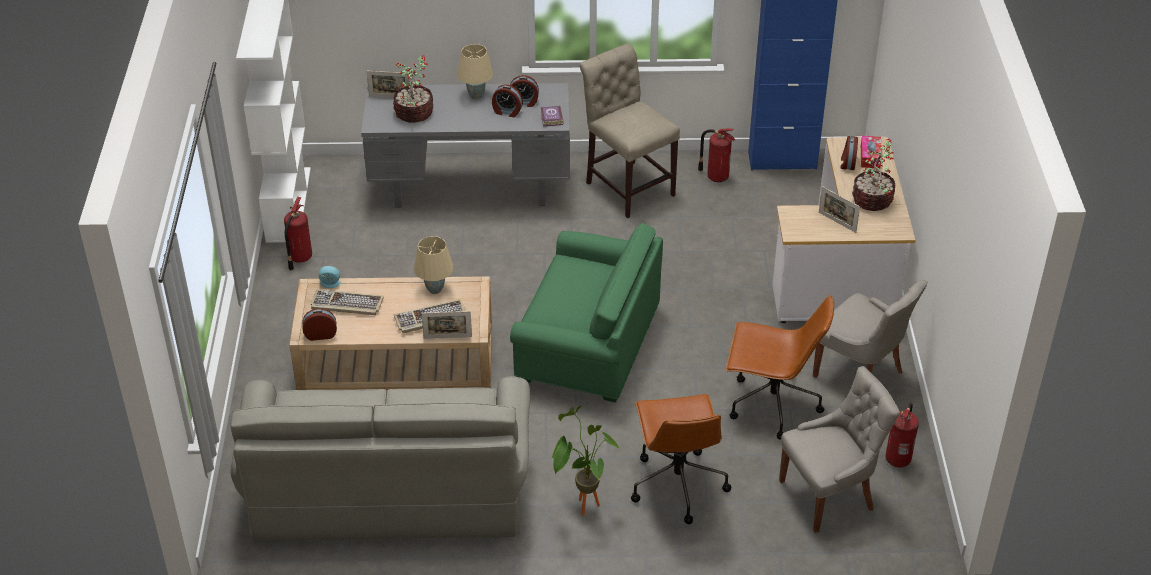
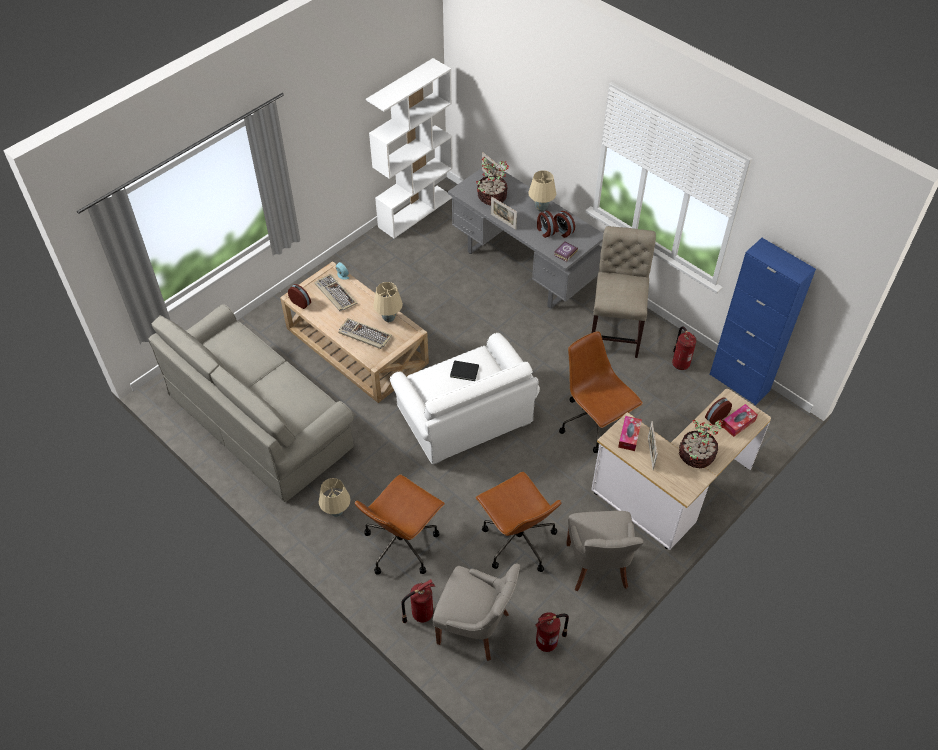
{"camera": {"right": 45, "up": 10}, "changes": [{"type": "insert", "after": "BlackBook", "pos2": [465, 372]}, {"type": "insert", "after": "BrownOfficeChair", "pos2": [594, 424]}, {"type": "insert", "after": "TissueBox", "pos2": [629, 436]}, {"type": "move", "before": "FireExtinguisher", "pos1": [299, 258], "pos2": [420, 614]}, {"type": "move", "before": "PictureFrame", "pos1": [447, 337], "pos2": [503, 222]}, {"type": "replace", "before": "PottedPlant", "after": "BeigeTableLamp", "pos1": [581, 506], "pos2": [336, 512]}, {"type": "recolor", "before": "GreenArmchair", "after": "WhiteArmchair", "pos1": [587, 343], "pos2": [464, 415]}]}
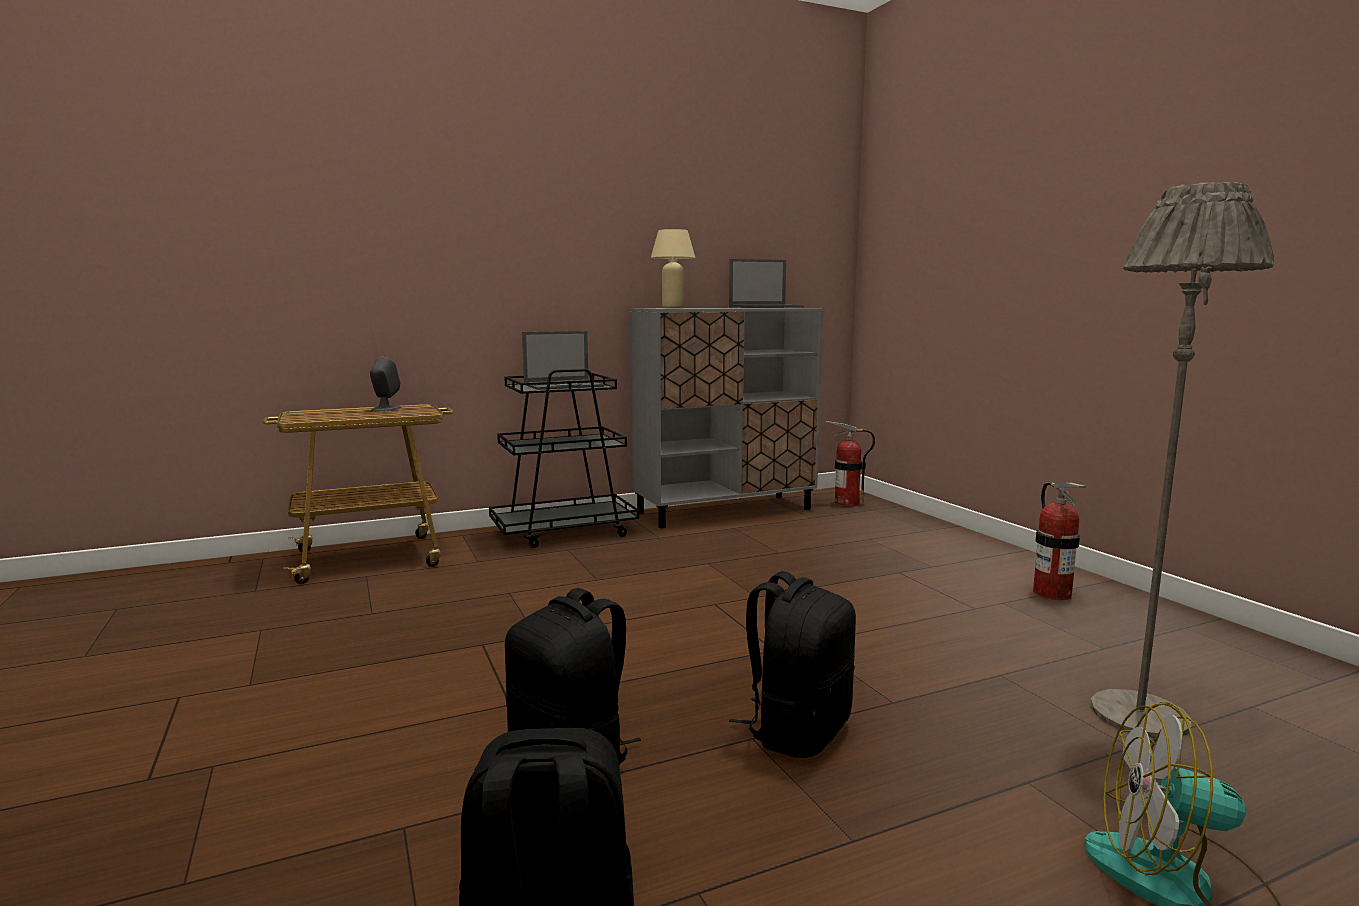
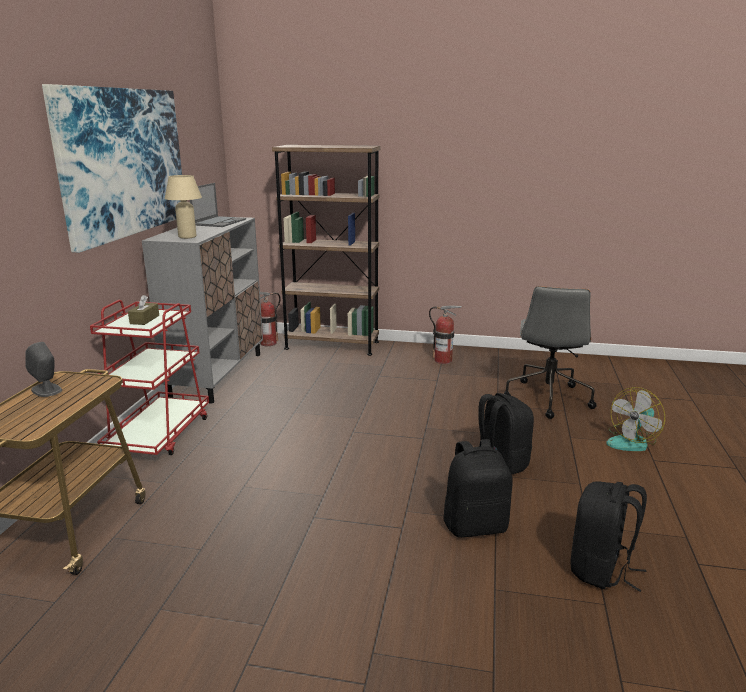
{"camera": {"right": -55, "up": 10}, "changes": [{"type": "insert", "after": "Picture", "pos2": [124, 162]}, {"type": "insert", "after": "BrownBookcase", "pos2": [332, 345]}, {"type": "replace", "before": "Laptop", "after": "BrownTissueBox", "pos1": [564, 385], "pos2": [144, 319]}, {"type": "replace", "before": "GreyFloorLamp", "after": "GreyOfficeChair", "pos1": [1139, 715], "pos2": [547, 398]}, {"type": "recolor", "before": "BlackCart", "after": "RedCart", "pos1": [564, 532], "pos2": [159, 434]}]}
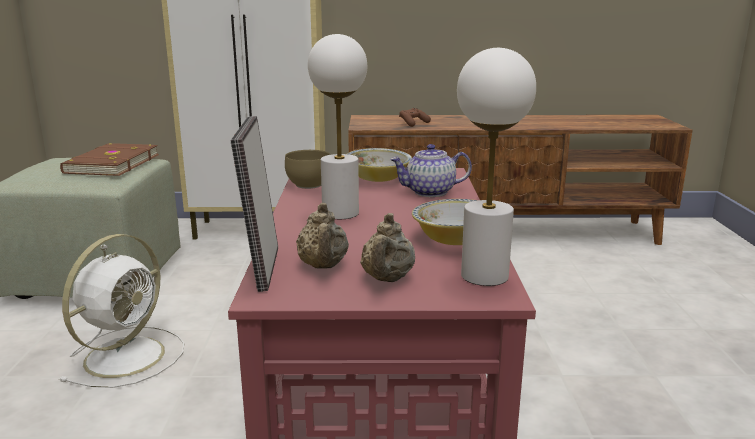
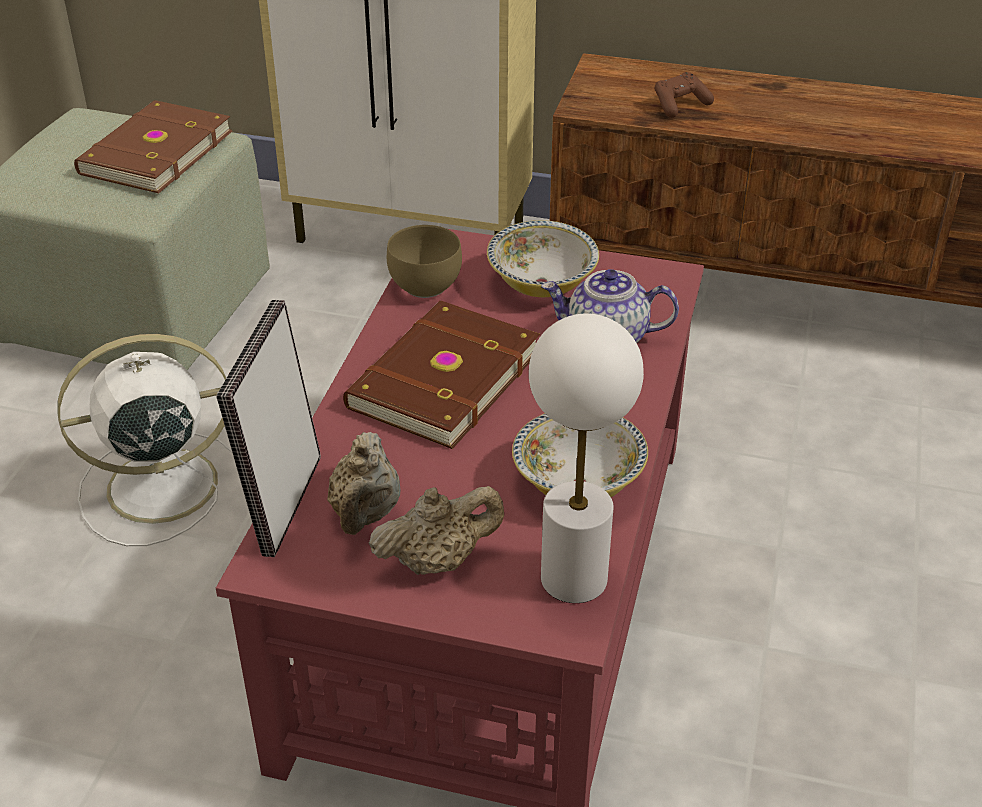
{"camera": {"right": 15, "up": 20}, "changes": [{"type": "replace", "before": "WhiteTableLamp", "after": "BrownBook", "pos1": [340, 213], "pos2": [440, 379]}, {"type": "rotate", "before": "WhiteFan", "pos1": [127, 355], "pos2": [157, 487], "turn": -150}, {"type": "rotate", "before": "BeigeTeapot", "pos1": [387, 279], "pos2": [438, 561], "turn": -135}]}
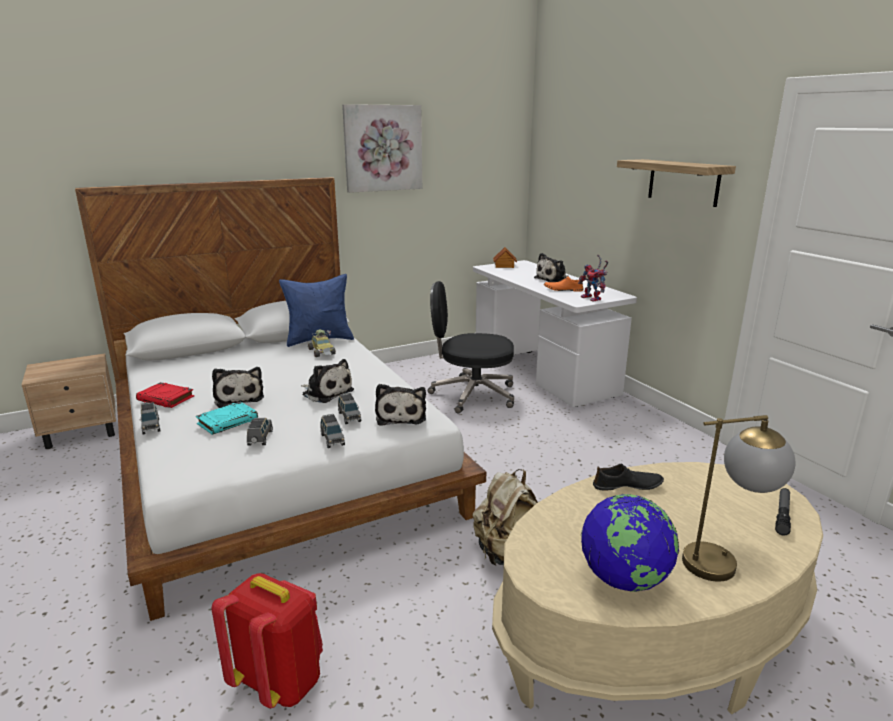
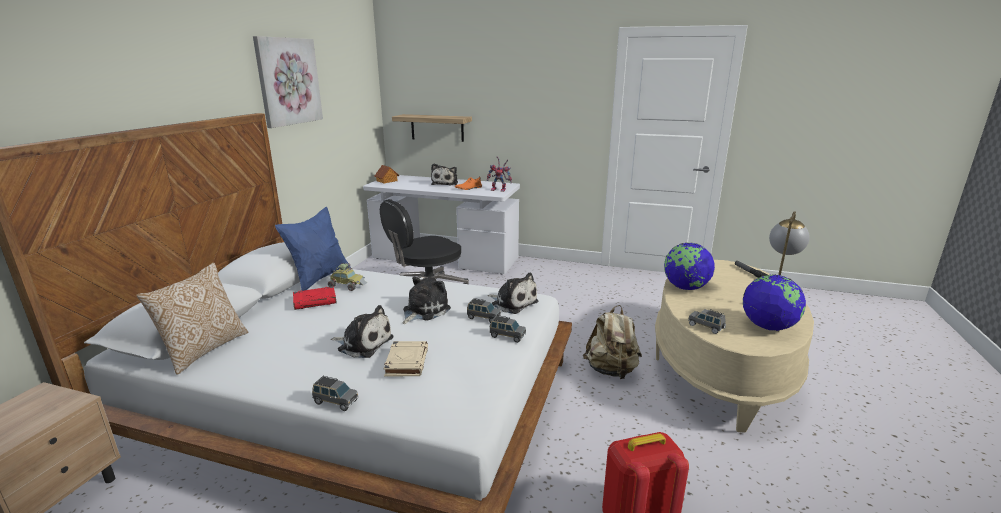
{"camera": {"right": -45, "up": 0}, "changes": [{"type": "insert", "after": "Pillow", "pos2": [204, 349]}, {"type": "move", "before": "RedBook", "pos1": [166, 399], "pos2": [315, 301]}, {"type": "move", "before": "GreyToyCar", "pos1": [260, 438], "pos2": [706, 327]}, {"type": "move", "before": "Shelf", "pos1": [683, 182], "pos2": [437, 128]}, {"type": "replace", "before": "BlackShoe", "after": "Globe", "pos1": [627, 486], "pos2": [685, 288]}, {"type": "recolor", "before": "TurquoiseBook", "after": "BeigeBook", "pos1": [228, 421], "pos2": [406, 362]}, {"type": "rotate", "before": "PlushToy", "pos1": [326, 392], "pos2": [424, 311], "turn": -45}]}
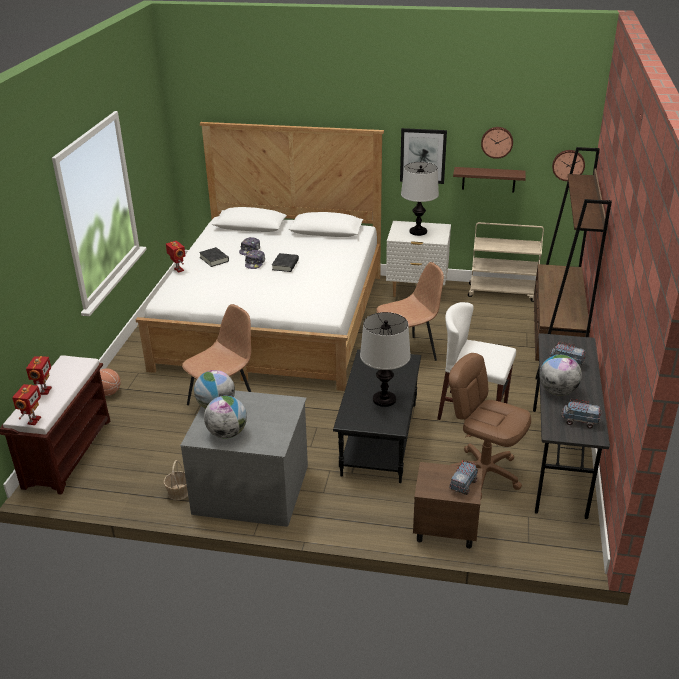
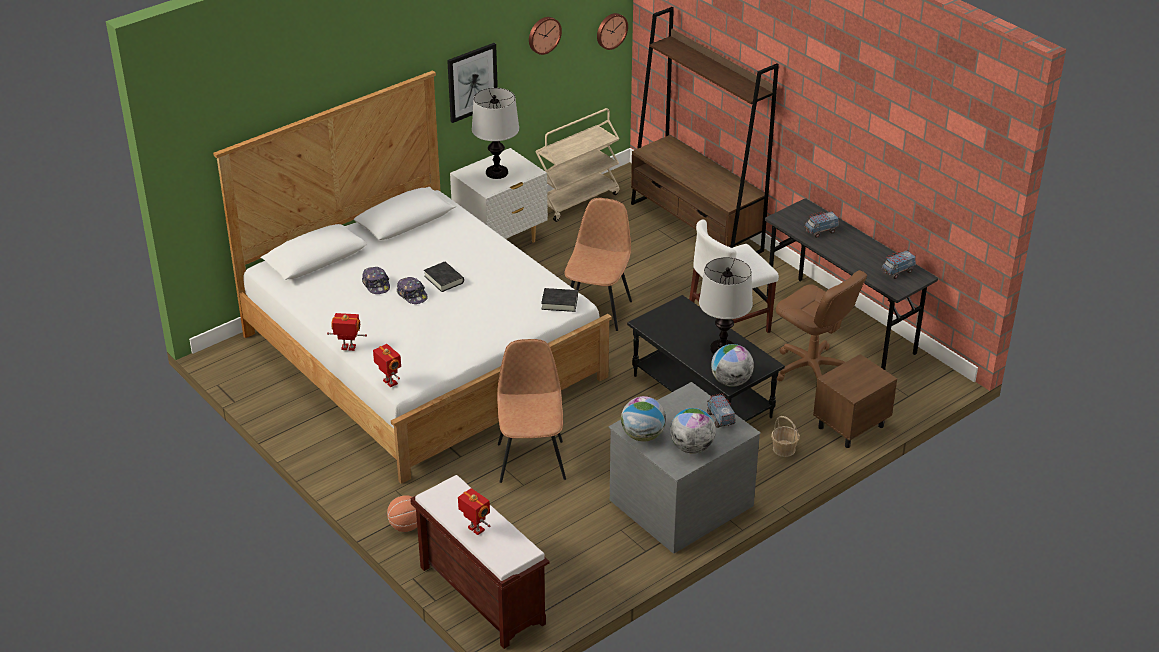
{"camera": {"right": -50, "up": 5}, "changes": [{"type": "delete", "before": "BrownShelf", "pos1": [488, 179]}, {"type": "move", "before": "ToyRobot", "pos1": [33, 420], "pos2": [389, 382]}, {"type": "move", "before": "Basket", "pos1": [178, 493], "pos2": [784, 449]}, {"type": "move", "before": "BlackBook", "pos1": [214, 259], "pos2": [559, 302]}, {"type": "move", "before": "ToyTruck", "pos1": [463, 485], "pos2": [720, 419]}, {"type": "move", "before": "Globe", "pos1": [557, 391], "pos2": [731, 381]}, {"type": "rotate", "before": "BrownOfficeChair", "pos1": [483, 473], "pos2": [811, 369], "turn": -120}]}
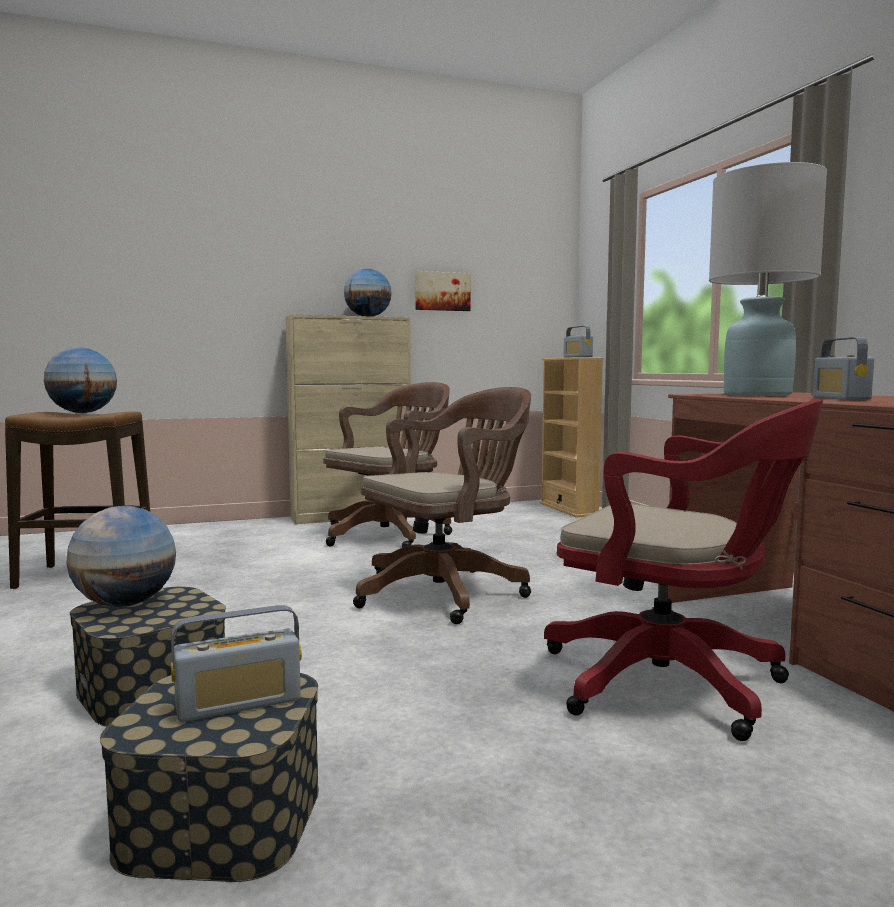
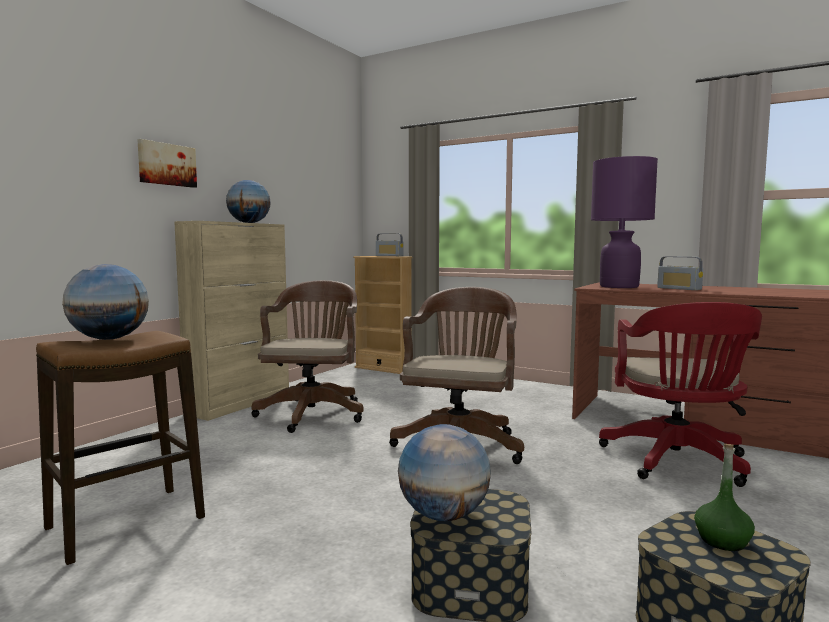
{"camera": {"right": -40, "up": 0}, "changes": [{"type": "move", "before": "Picture", "pos1": [442, 291], "pos2": [166, 164]}, {"type": "replace", "before": "Radio", "after": "GreenBottle", "pos1": [239, 704], "pos2": [722, 540]}, {"type": "recolor", "before": "WhiteTableLamp", "after": "PurpleTableLamp", "pos1": [757, 395], "pos2": [619, 287]}, {"type": "rotate", "before": "RedOfficeChair", "pos1": [674, 685], "pos2": [677, 462], "turn": 105}]}
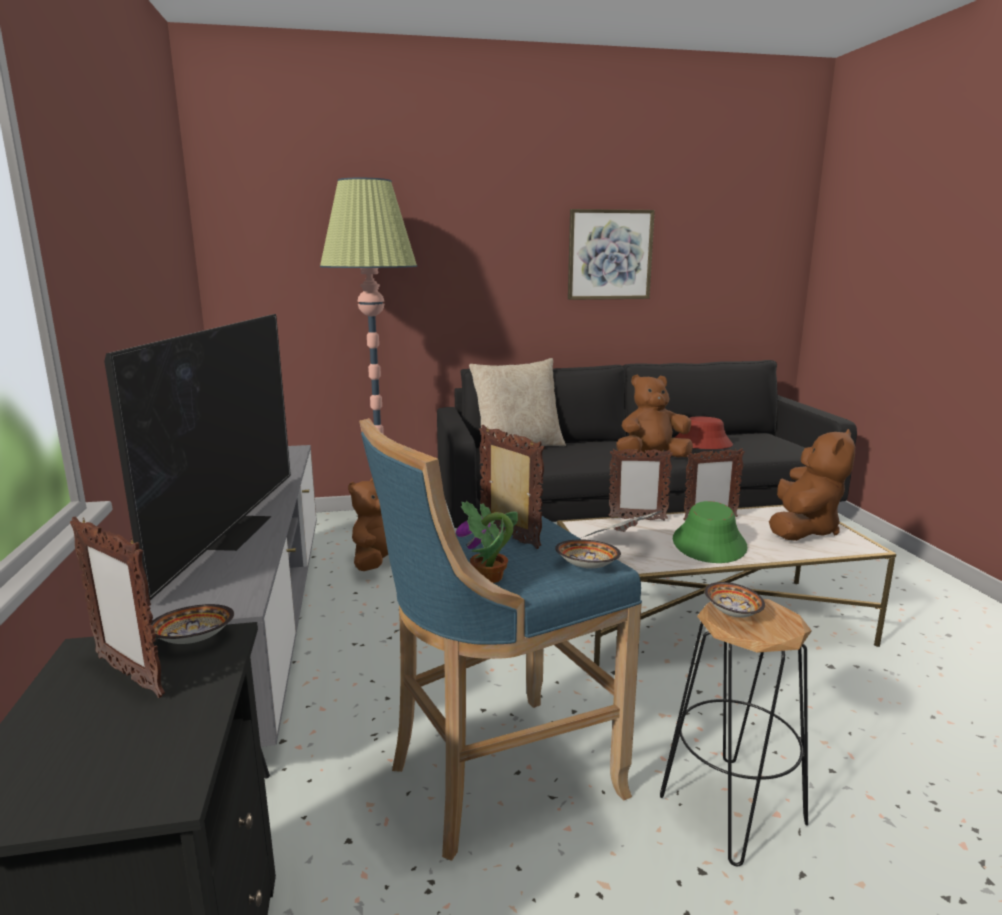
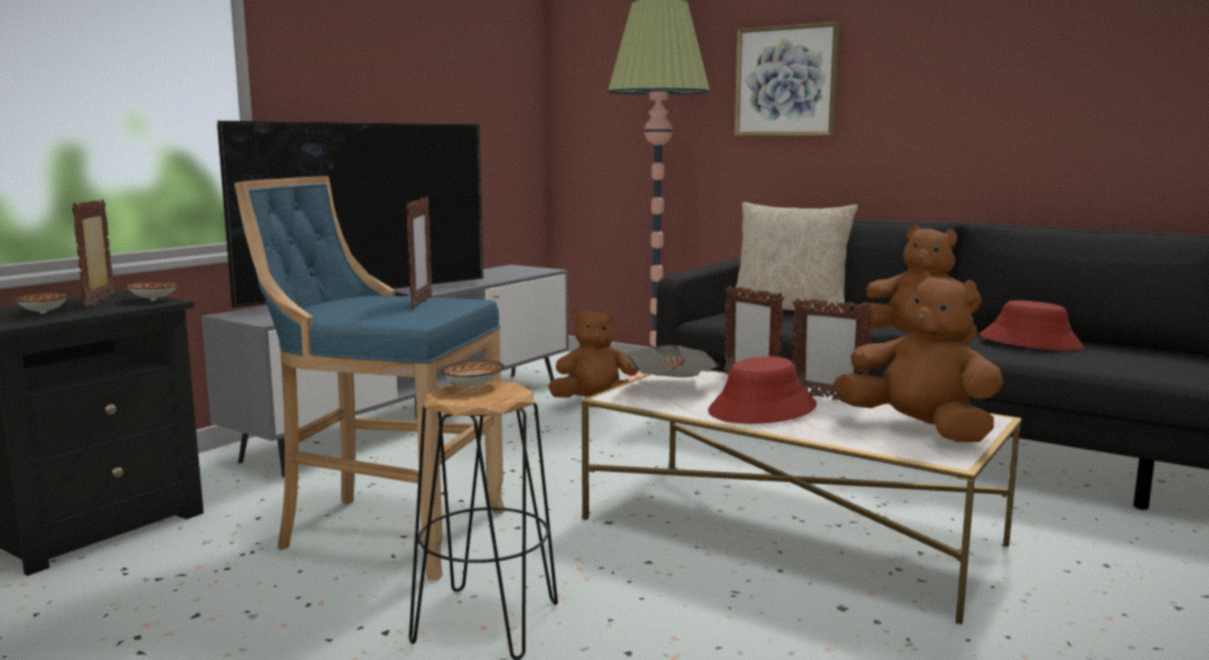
{"camera": {"right": 45, "up": -5}, "changes": [{"type": "delete", "before": "PottedPlant", "pos1": [489, 578]}, {"type": "move", "before": "Bowl", "pos1": [588, 567], "pos2": [42, 313]}, {"type": "move", "before": "Picture", "pos1": [609, 255], "pos2": [786, 81]}, {"type": "recolor", "before": "GreenHat", "after": "RedHat", "pos1": [709, 544], "pos2": [762, 409]}, {"type": "rotate", "before": "BrownPlushToy", "pos1": [802, 529], "pos2": [919, 429], "turn": -120}]}
